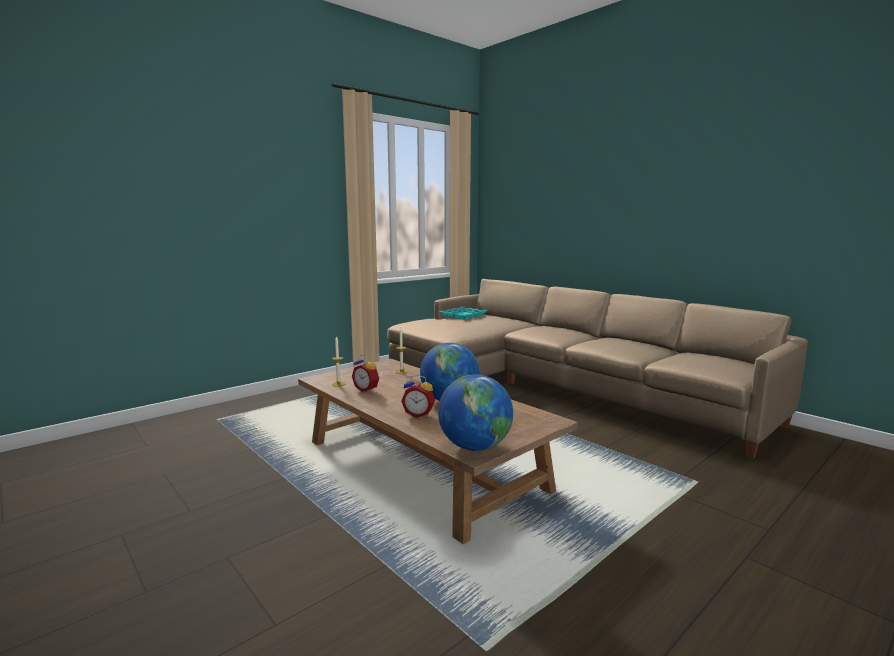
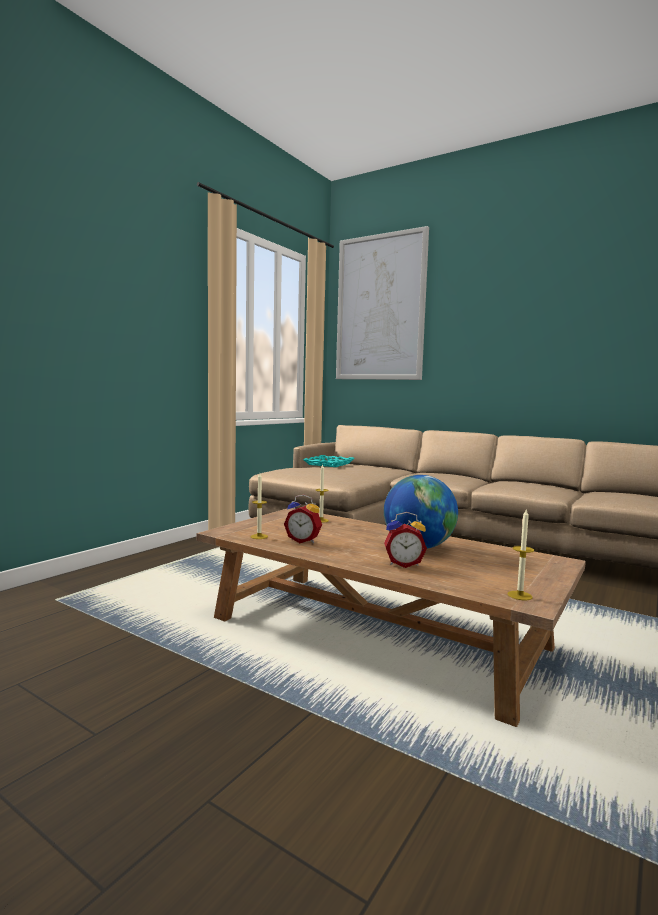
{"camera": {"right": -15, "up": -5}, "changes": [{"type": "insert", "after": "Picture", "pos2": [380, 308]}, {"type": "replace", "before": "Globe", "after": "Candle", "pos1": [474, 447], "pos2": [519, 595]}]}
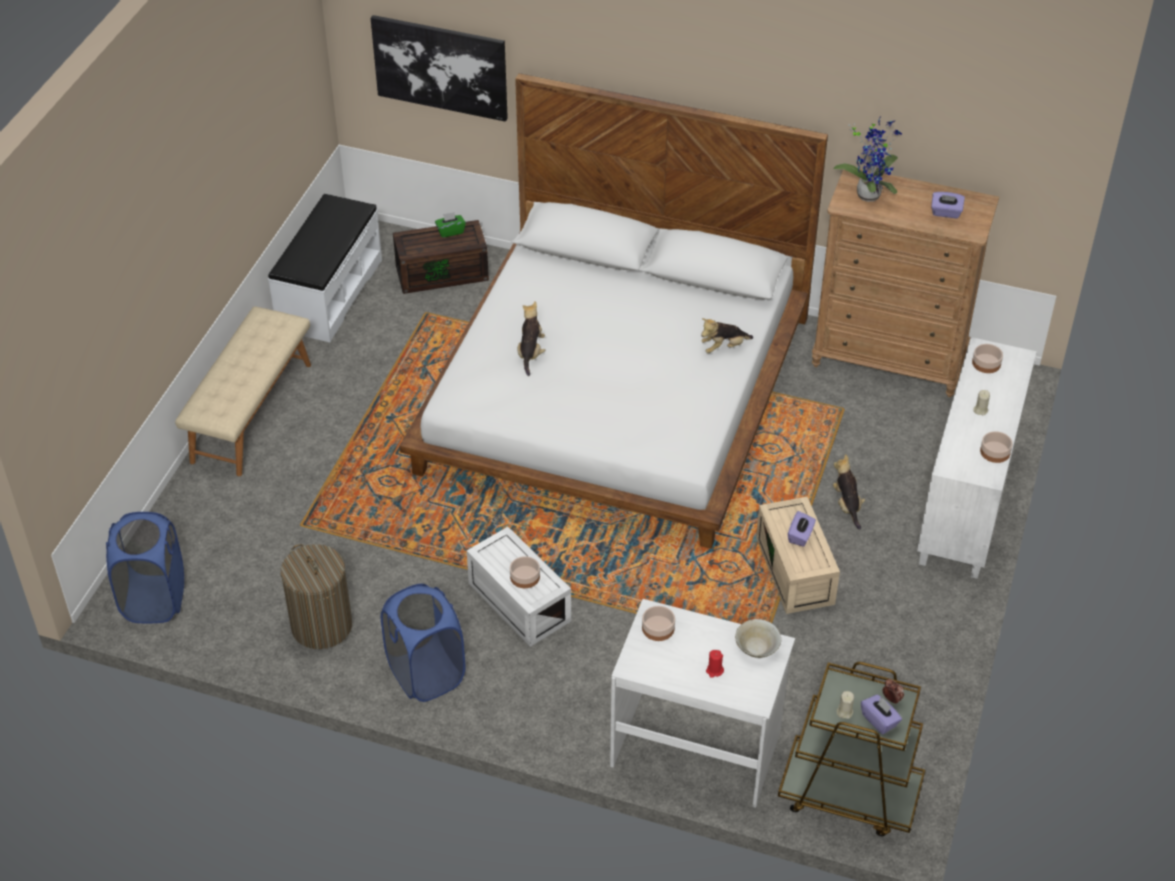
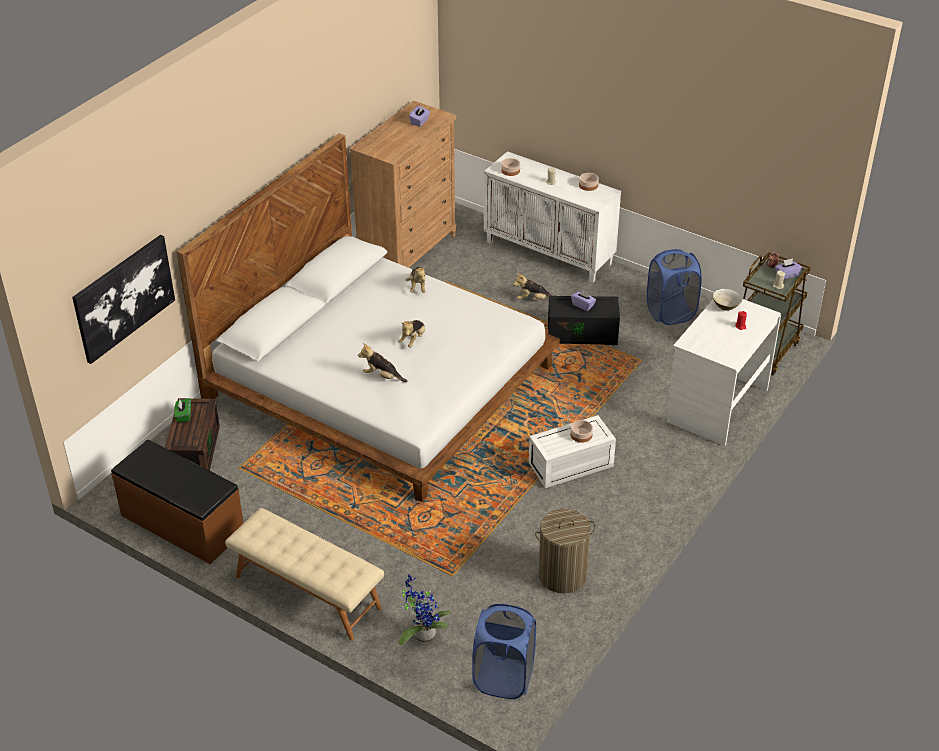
{"camera": {"right": -75, "up": -5}, "changes": [{"type": "delete", "before": "Bowl", "pos1": [657, 628]}, {"type": "insert", "after": "PlushToy", "pos2": [413, 340]}, {"type": "move", "before": "BlueLaundryBasket", "pos1": [426, 674], "pos2": [670, 313]}, {"type": "move", "before": "PottedPlant", "pos1": [869, 193], "pos2": [422, 634]}, {"type": "recolor", "before": "WhiteBench", "after": "BrownBench", "pos1": [329, 294], "pos2": [182, 524]}, {"type": "recolor", "before": "BeigeStorageBox", "after": "BlackStorageBox", "pos1": [796, 571], "pos2": [583, 333]}]}
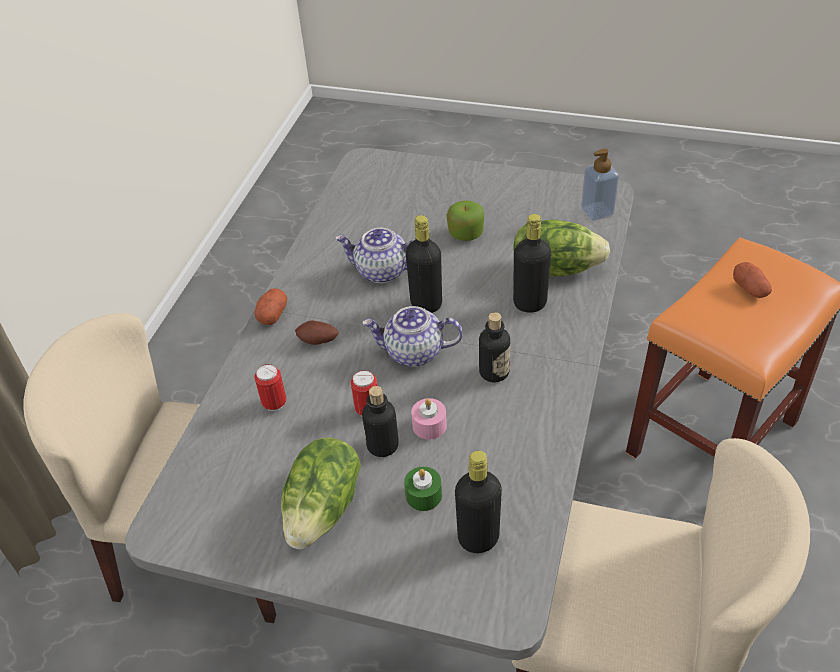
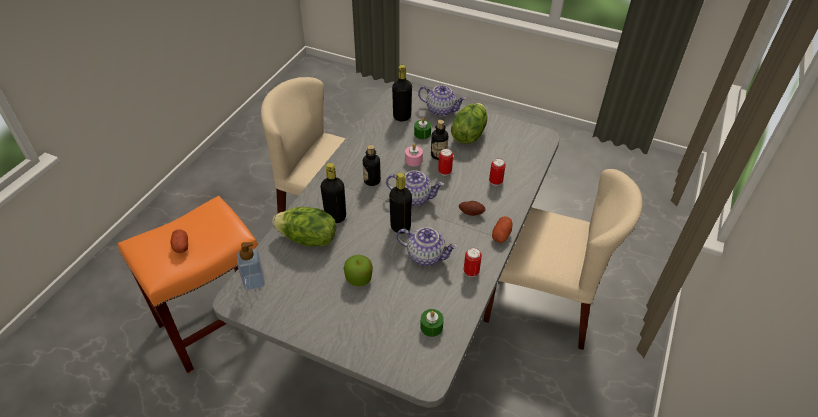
{"camera": {"right": -175, "up": 0}, "changes": [{"type": "insert", "after": "Teapot", "pos2": [441, 110]}, {"type": "insert", "after": "GreenCandle", "pos2": [431, 327]}, {"type": "insert", "after": "Can", "pos2": [471, 272]}]}
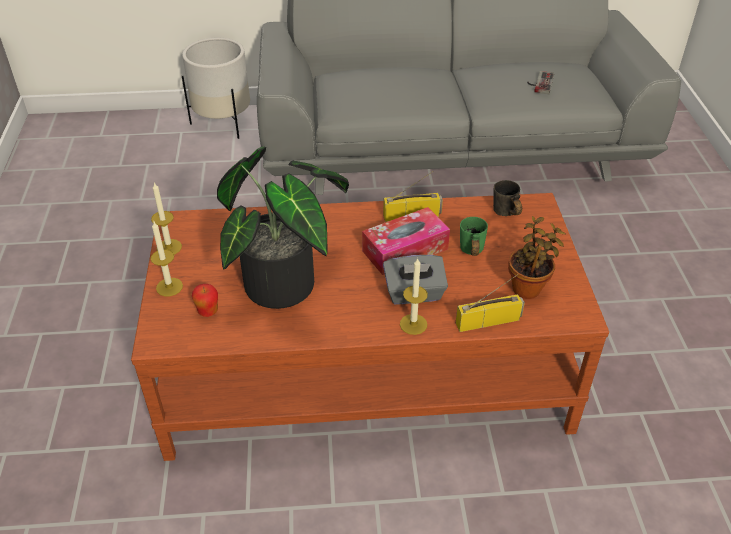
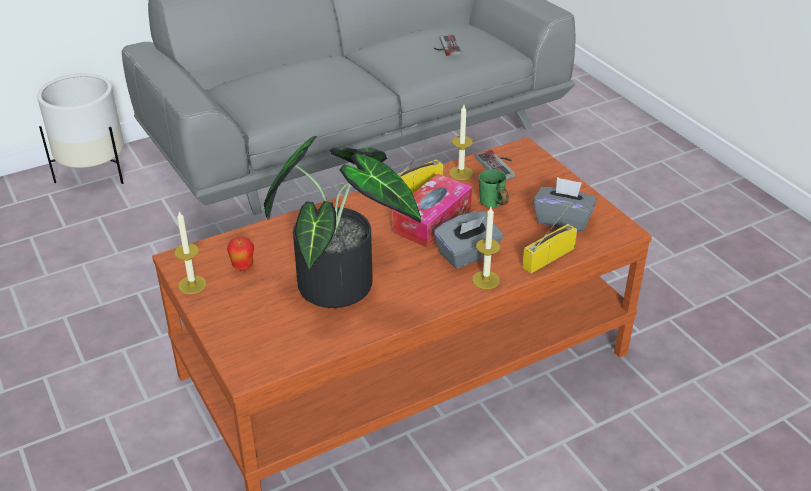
{"camera": {"right": -25, "up": -5}, "changes": [{"type": "move", "before": "Candle", "pos1": [169, 287], "pos2": [461, 173]}, {"type": "move", "before": "Apple", "pos1": [208, 311], "pos2": [243, 266]}, {"type": "replace", "before": "GreyMug", "after": "GameController", "pos1": [504, 214], "pos2": [499, 166]}, {"type": "replace", "before": "PottedPlant", "after": "GreyTissueBox", "pos1": [528, 287], "pos2": [563, 220]}]}
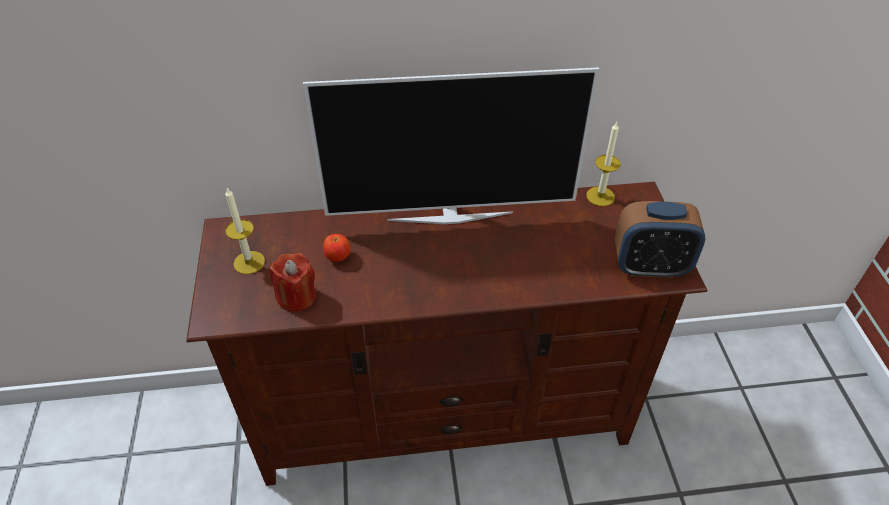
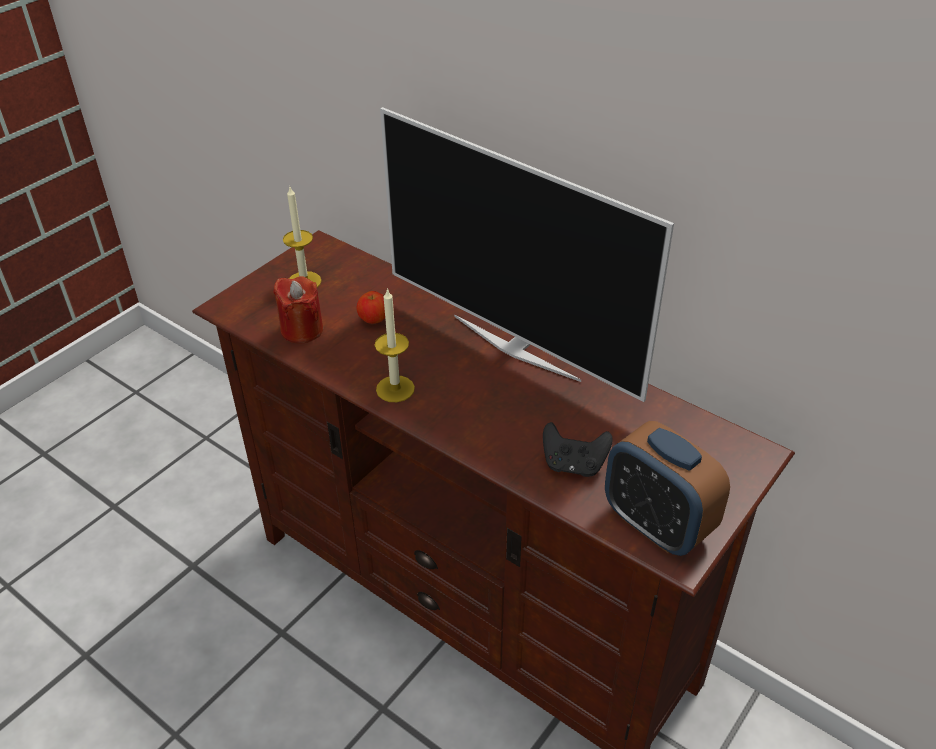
{"camera": {"right": 45, "up": -5}, "changes": [{"type": "insert", "after": "BlackGameController", "pos2": [573, 465]}, {"type": "move", "before": "Candle", "pos1": [600, 196], "pos2": [395, 389]}]}
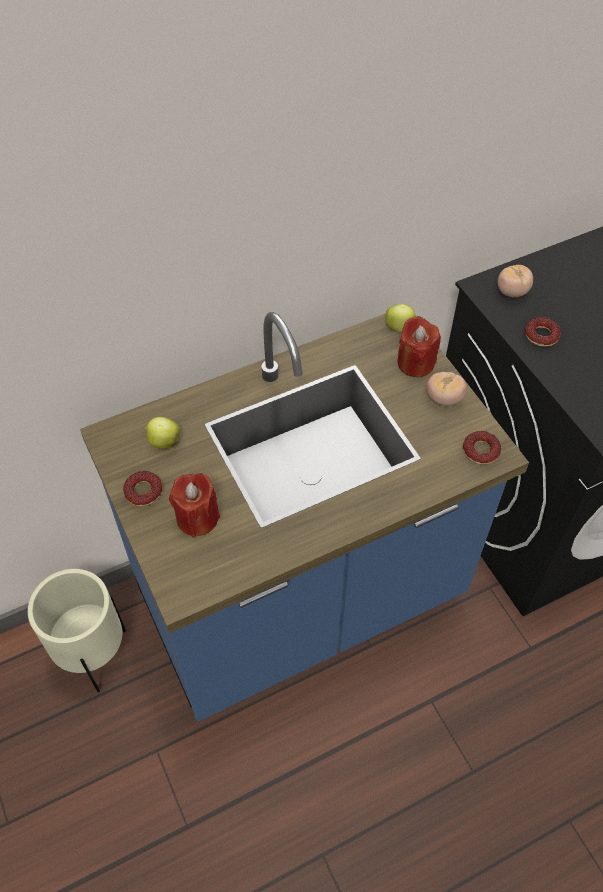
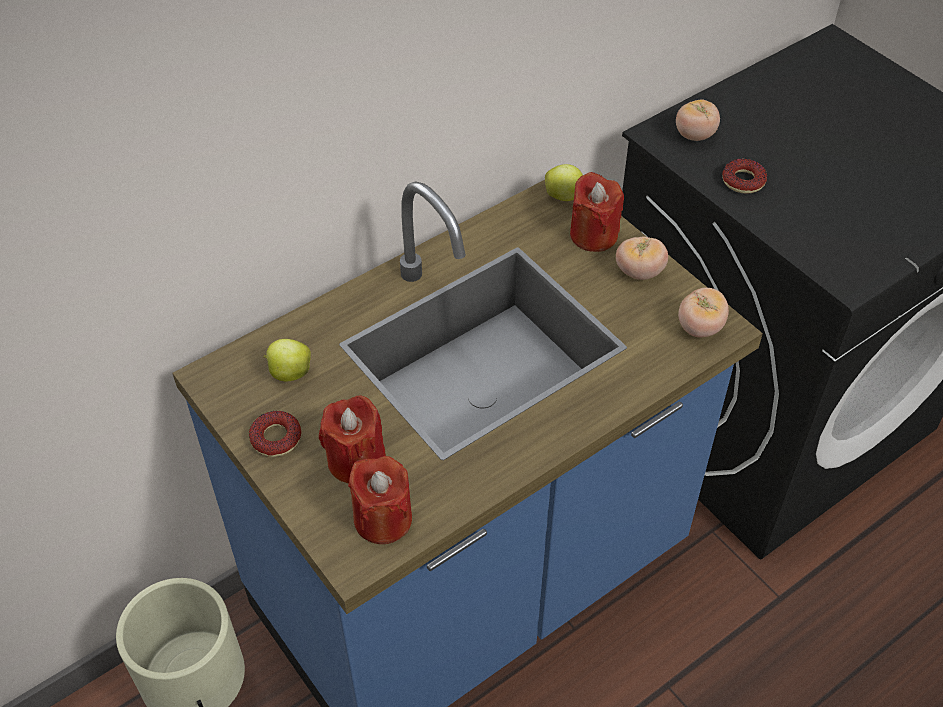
{"camera": {"right": -10, "up": -5}, "changes": [{"type": "insert", "after": "RedCandle", "pos2": [383, 519]}, {"type": "replace", "before": "Donut", "after": "Tomato", "pos1": [480, 451], "pos2": [700, 327]}]}
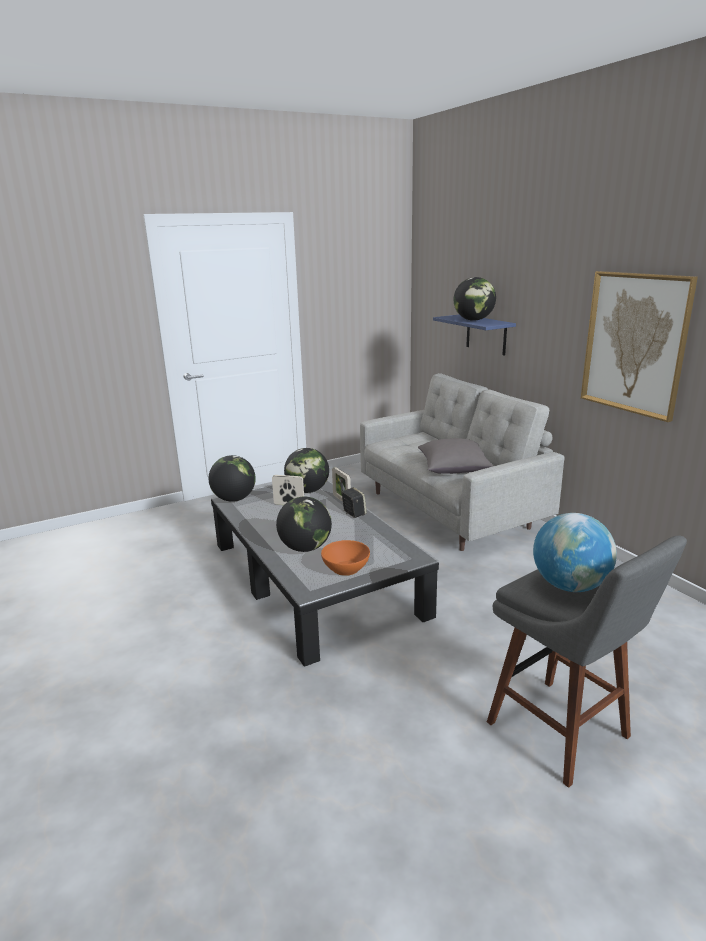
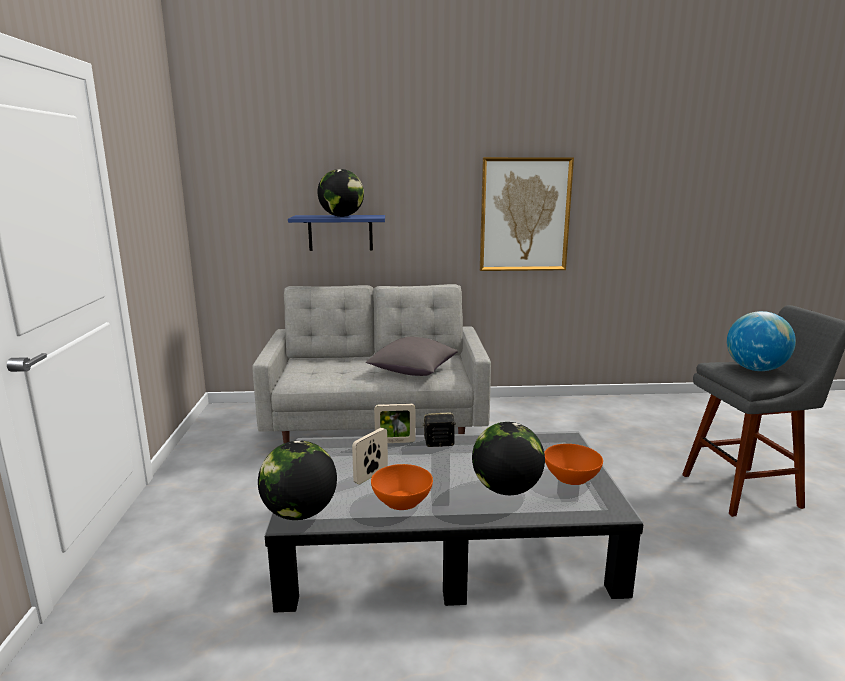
{"camera": {"right": -65, "up": -5}, "changes": [{"type": "delete", "before": "Globe", "pos1": [307, 491]}, {"type": "insert", "after": "OrangeBowl", "pos2": [402, 500]}]}
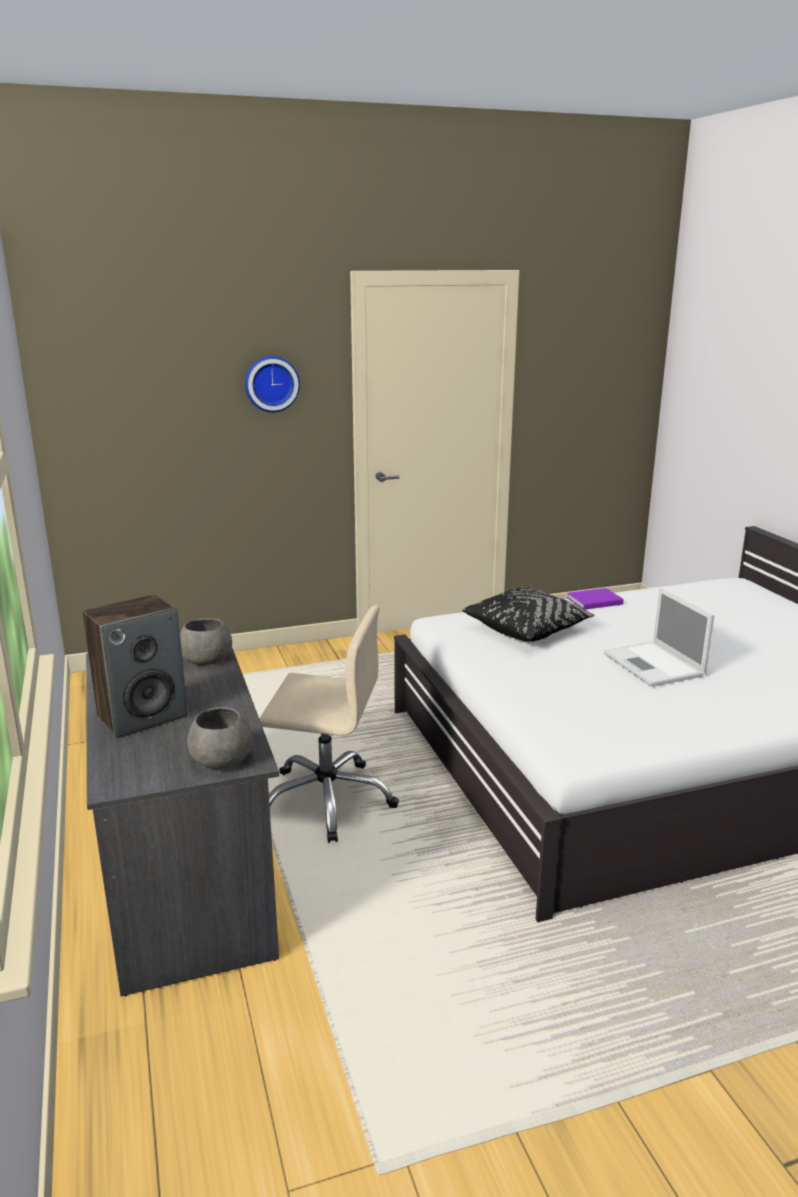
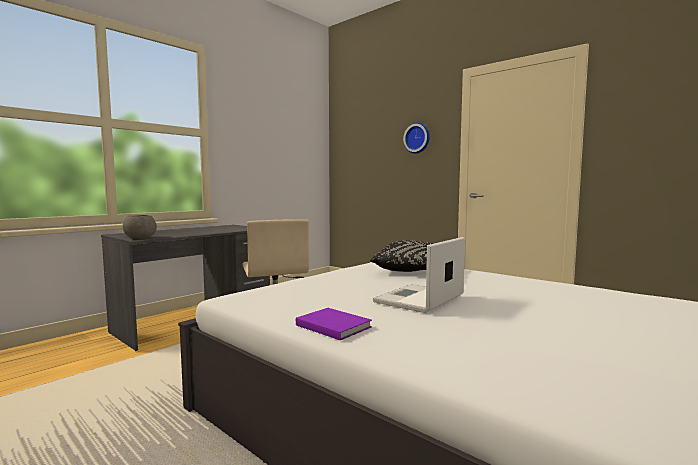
{"camera": {"right": 60, "up": -15}, "changes": [{"type": "delete", "before": "Speaker", "pos1": [143, 716]}, {"type": "delete", "before": "GreyBowl", "pos1": [205, 659]}, {"type": "move", "before": "PurpleBook", "pos1": [593, 601], "pos2": [332, 325]}]}
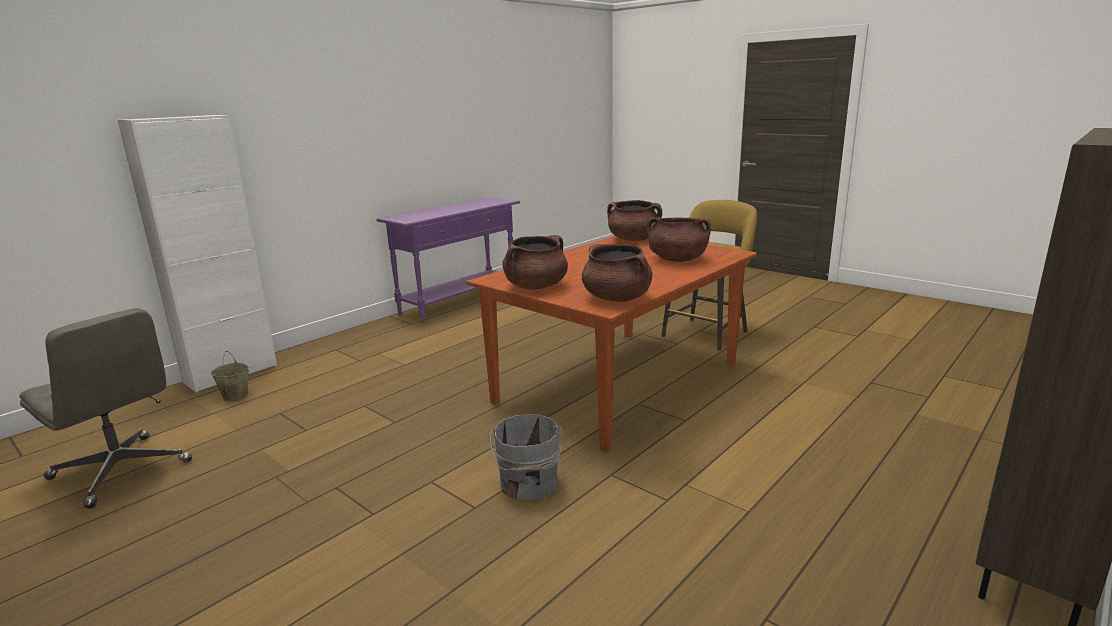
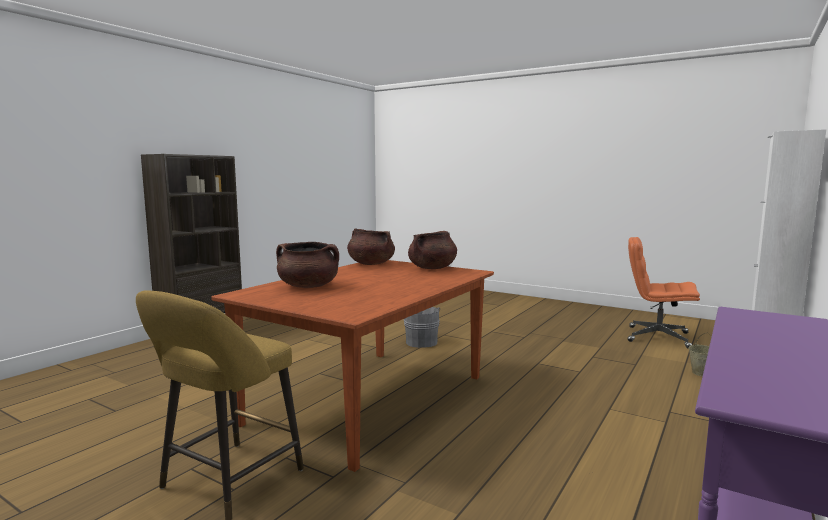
{"camera": {"right": 170, "up": -10}, "changes": [{"type": "delete", "before": "BrownCookingPot", "pos1": [634, 239]}, {"type": "recolor", "before": "GreyOfficeChair", "after": "OrangeOfficeChair", "pos1": [122, 470], "pos2": [657, 337]}]}
